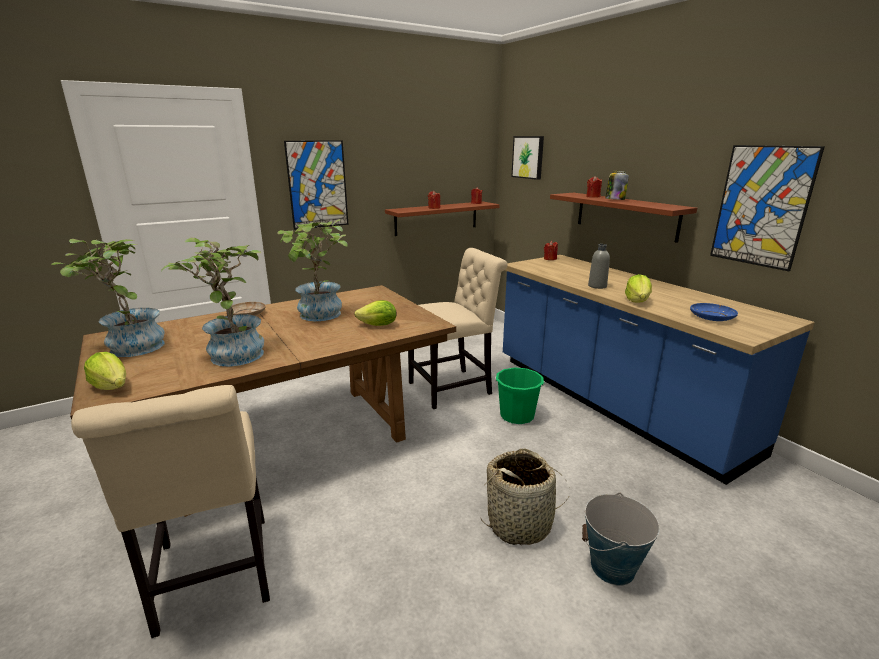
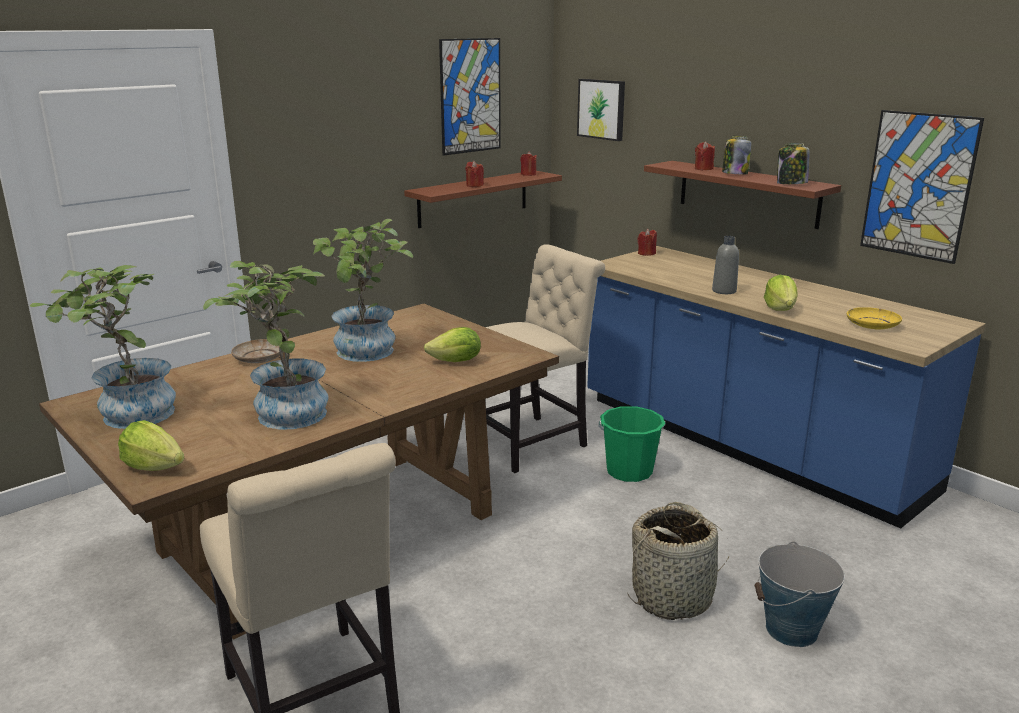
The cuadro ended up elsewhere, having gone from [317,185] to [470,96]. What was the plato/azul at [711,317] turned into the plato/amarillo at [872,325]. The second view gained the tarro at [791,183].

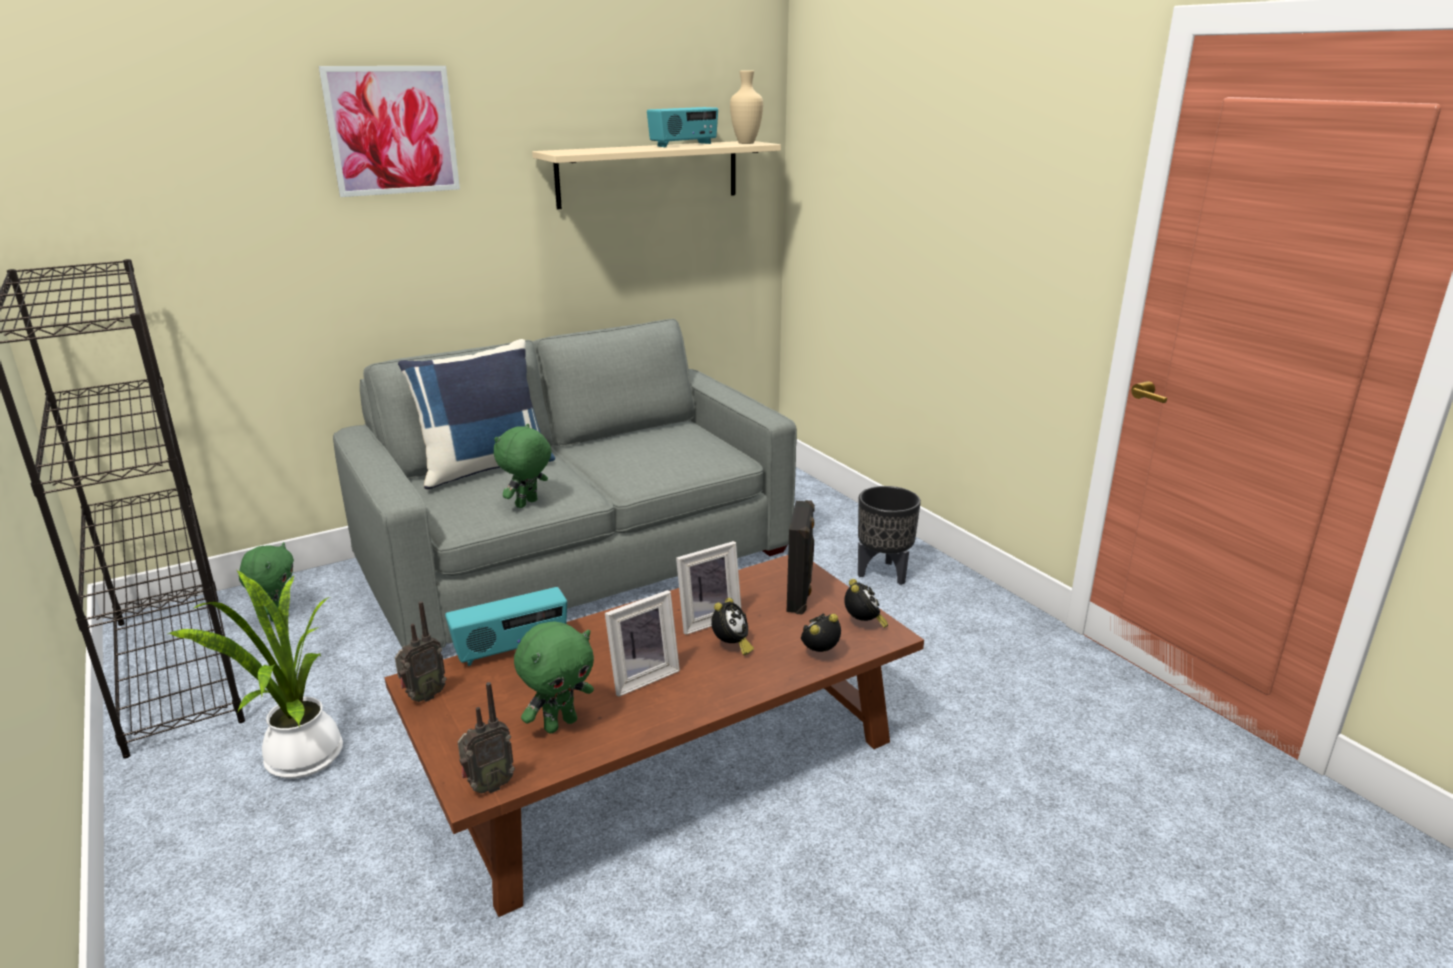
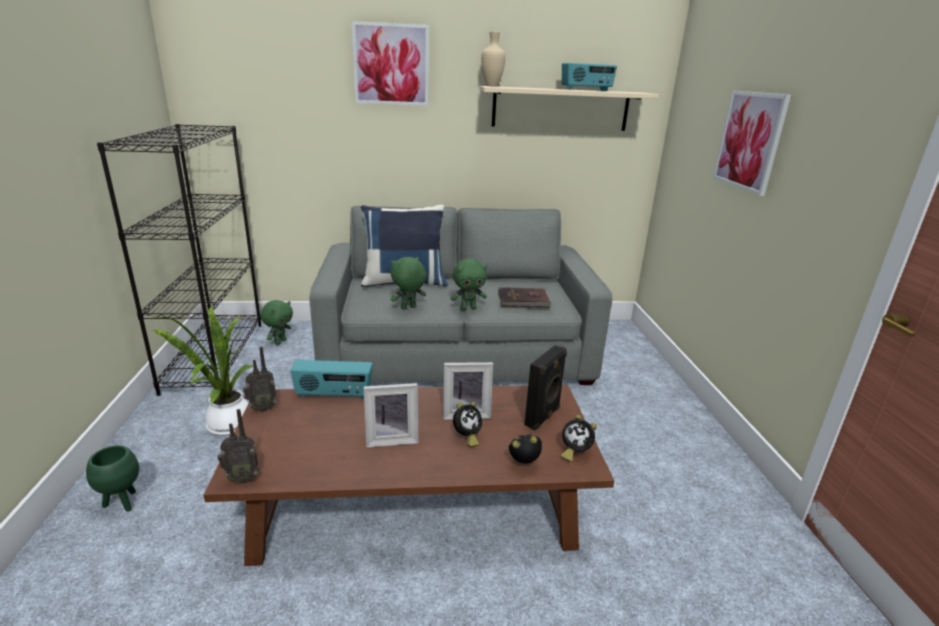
The peluche/verde ended up elsewhere, having gone from [560,724] to [468,308]. The florero/beis ended up elsewhere, having gone from [747,143] to [492,86]. The despertador at [863,624] ended up facing another way, 90 degrees clockwise from before. The second view lost the maceta/negro at [882,573]. The second view gained the maceta/verde at [122,503]. The second view gained the libro/marrón at [524,300]. The second view gained the cuadro at [749,141].

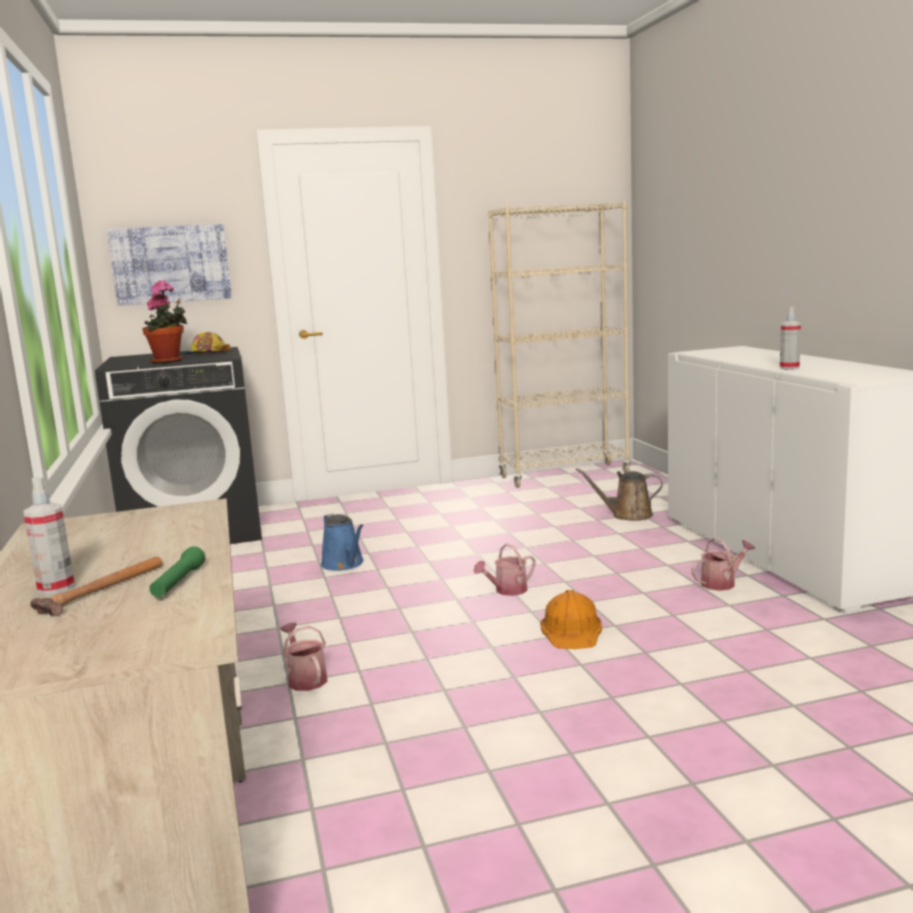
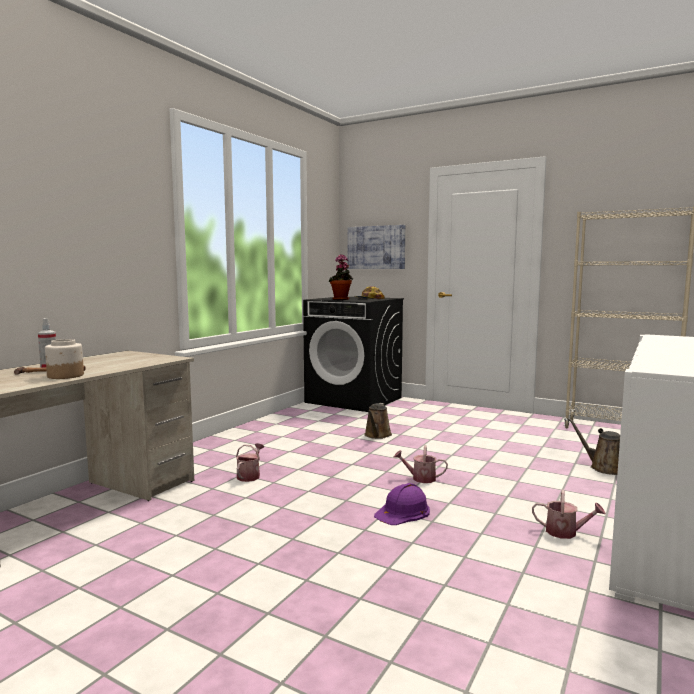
Where the linterna/verde stood at [178,582], the tarro came to stand at [65,376]. What was the regadera/azul at [344,564] turned into the regadera/marrón at [377,435]. What was the casco/naranja at [572,630] turned into the casco/morado at [403,512]. The second view lost the pulverizador at [789,368].

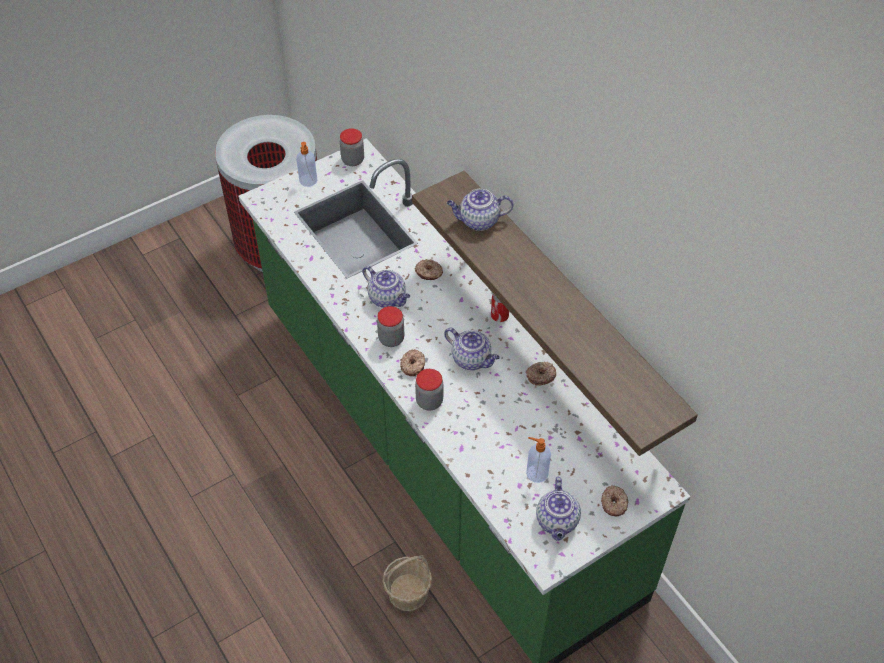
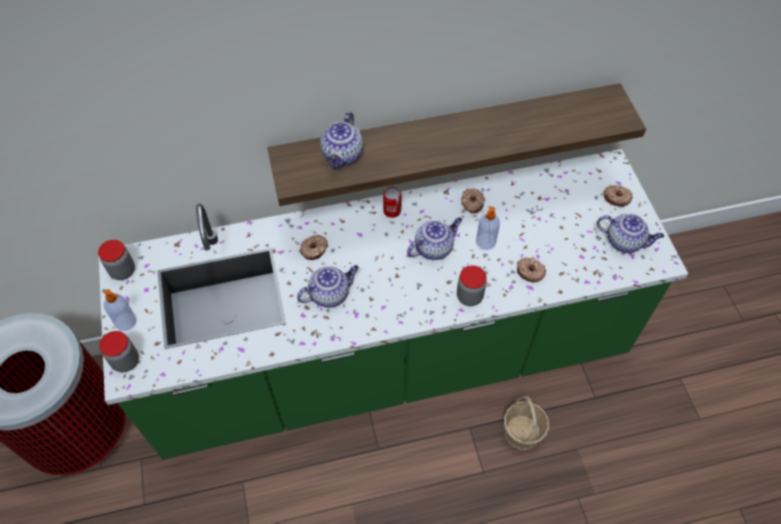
The tarro ended up elsewhere, having gone from [391,339] to [126,361]. The rosquilla ended up elsewhere, having gone from [413,365] to [530,272]. The dispensador de jabón ended up elsewhere, having gone from [536,473] to [485,242].

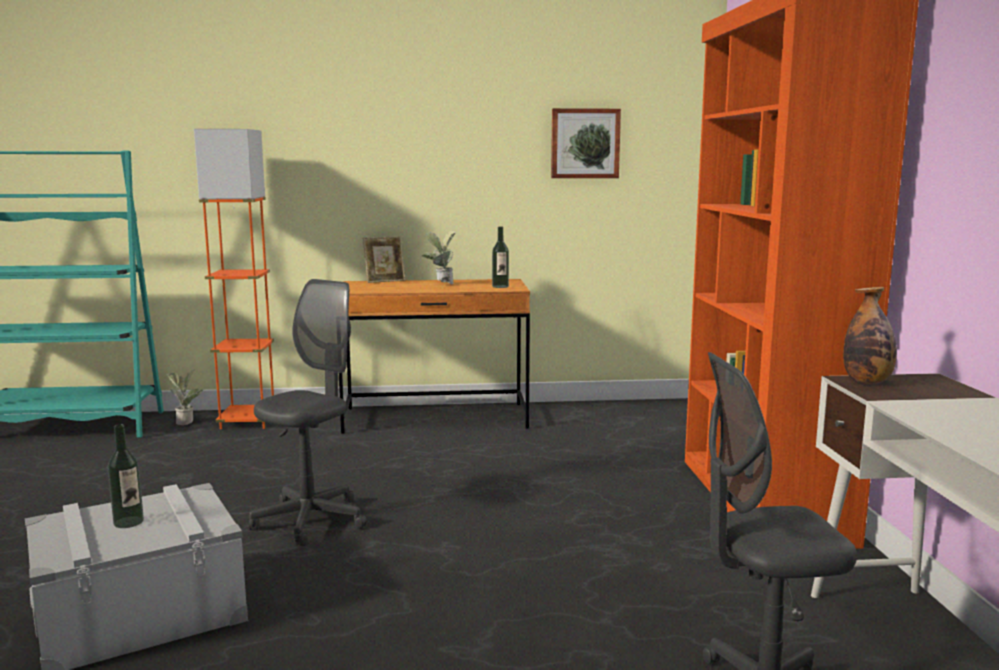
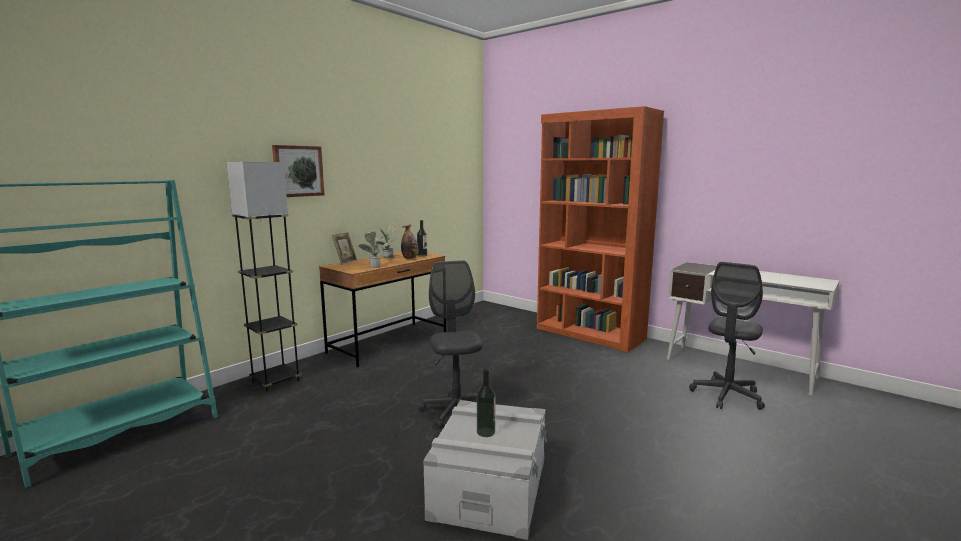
The planta en maceta ended up elsewhere, having gone from [188,421] to [374,266]. What was the lámpara de pie/naranja at [248,421] turned into the lámpara de pie/gris at [276,381]. The cuadro ended up elsewhere, having gone from [585,143] to [298,171]. The botella ended up elsewhere, having gone from [867,382] to [410,258].

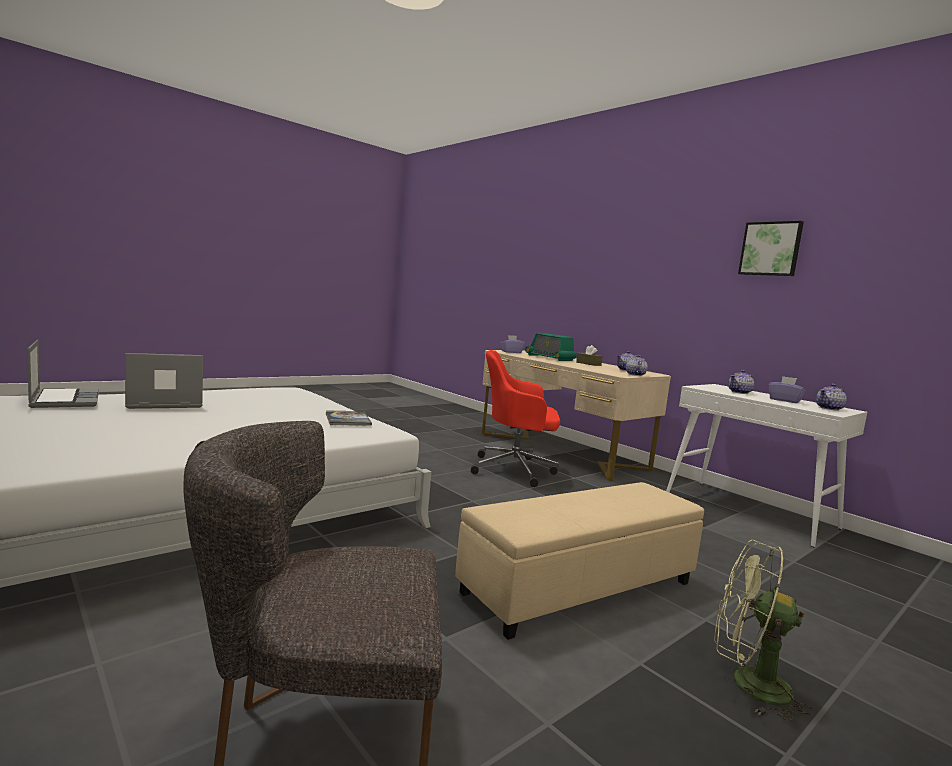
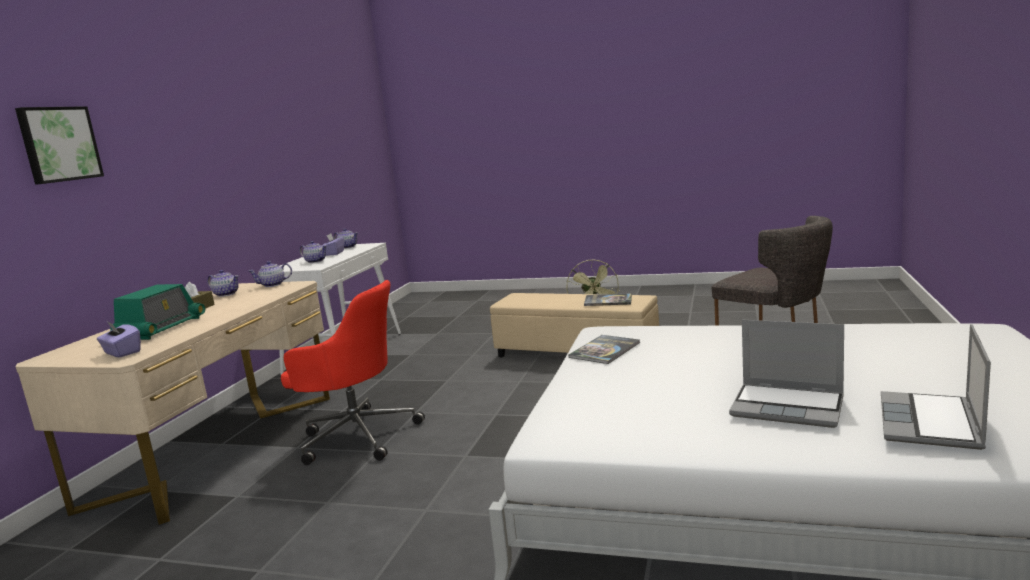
The silla de oficina/rojo at [515,469] ended up facing another way, 45 degrees counterclockwise from before. The cuadro ended up elsewhere, having gone from [770,249] to [58,144]. The second view gained the libro at [608,301].

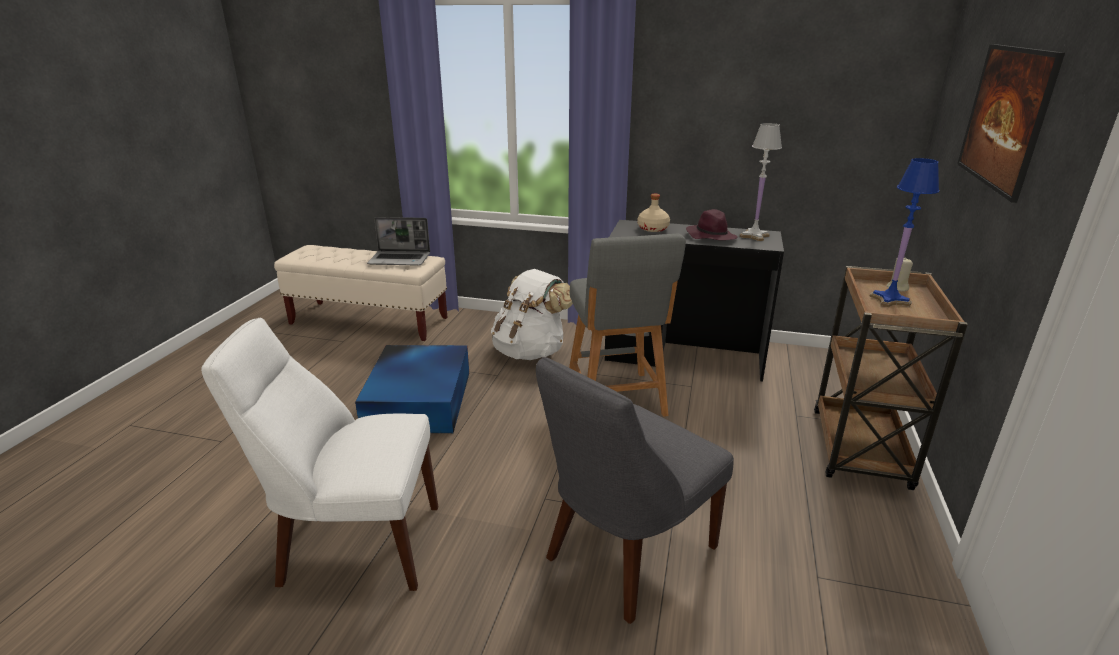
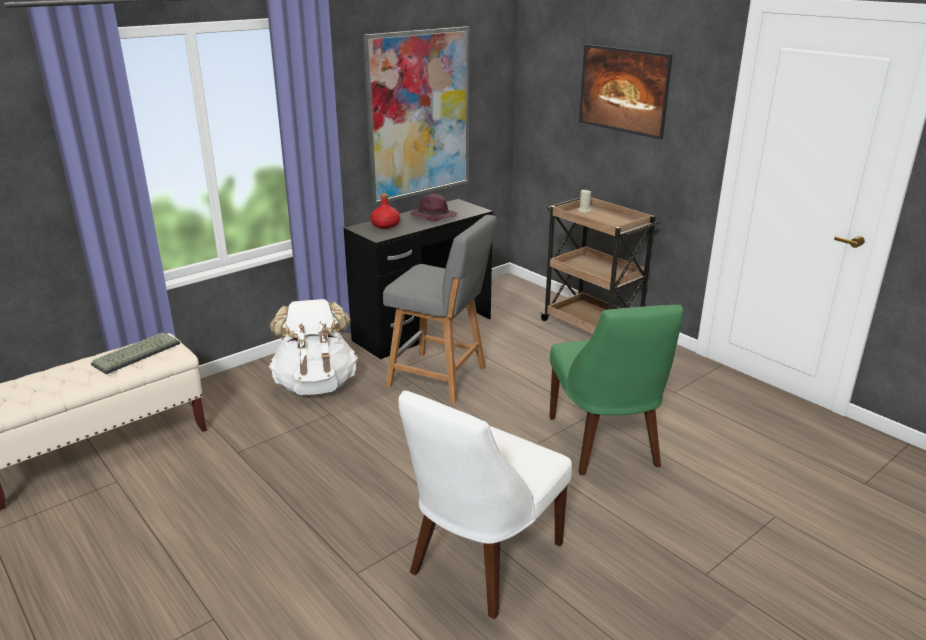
The second view lost the caja de almacenaje/azul at [420,399]. Where the portátil stood at [400,259], the teclado came to stand at [137,353]. What was the silla/gris at [625,555] turned into the silla/verde at [605,444]. What was the botella/beis at [652,228] turned into the botella/rojo at [385,225]. The second view lost the lámpara de mesa/blanco at [754,236]. The second view lost the lámpara de mesa/azul at [889,300]. The second view gained the cuadro at [419,115].

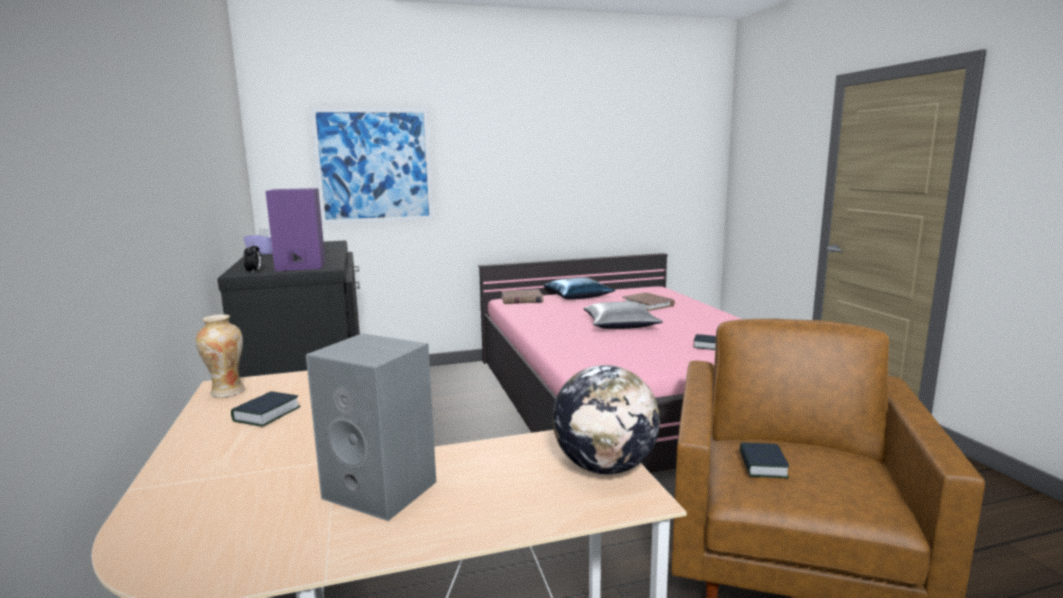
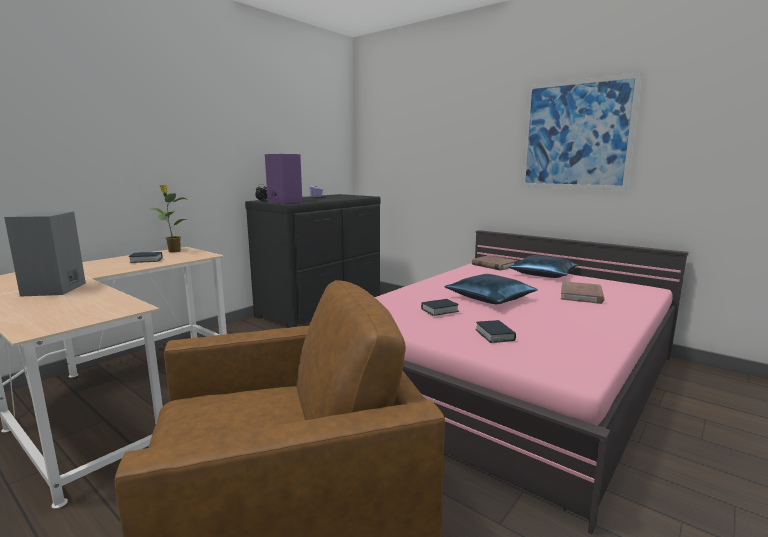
Where the florero stood at [227,391], the planta en maceta came to stand at [173,251]. The cuadro ended up elsewhere, having gone from [374,166] to [575,135]. The second view lost the globo terráqueo at [605,467]. What was the cojín/gris at [620,325] turned into the cojín/azul at [491,298]. The libro ended up elsewhere, having gone from [762,465] to [439,310].

